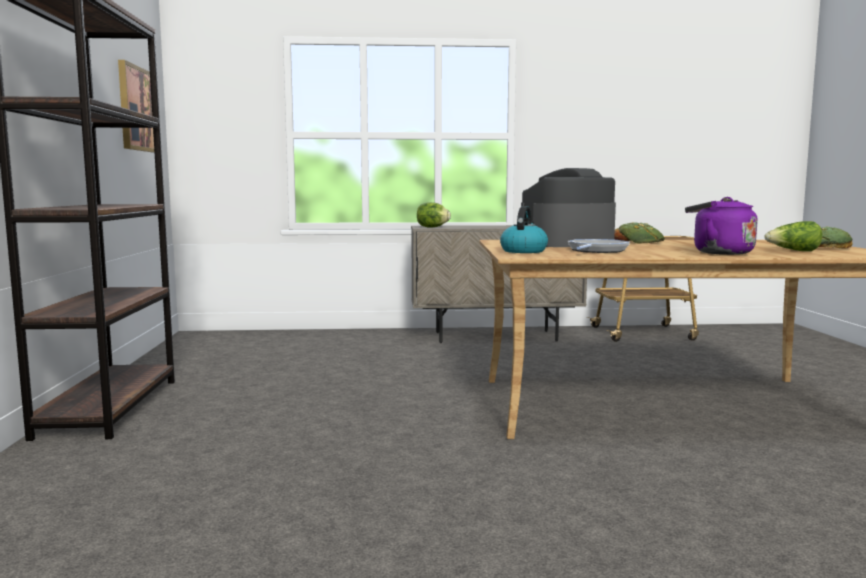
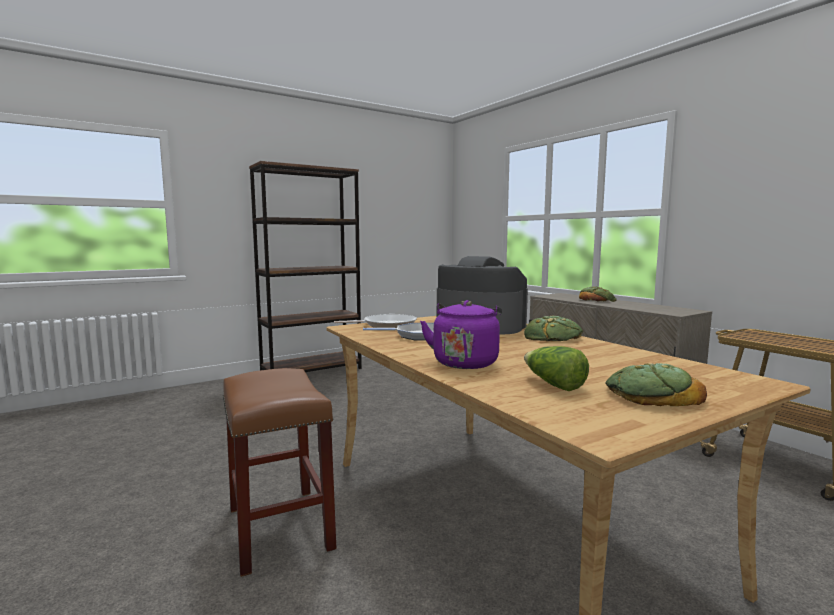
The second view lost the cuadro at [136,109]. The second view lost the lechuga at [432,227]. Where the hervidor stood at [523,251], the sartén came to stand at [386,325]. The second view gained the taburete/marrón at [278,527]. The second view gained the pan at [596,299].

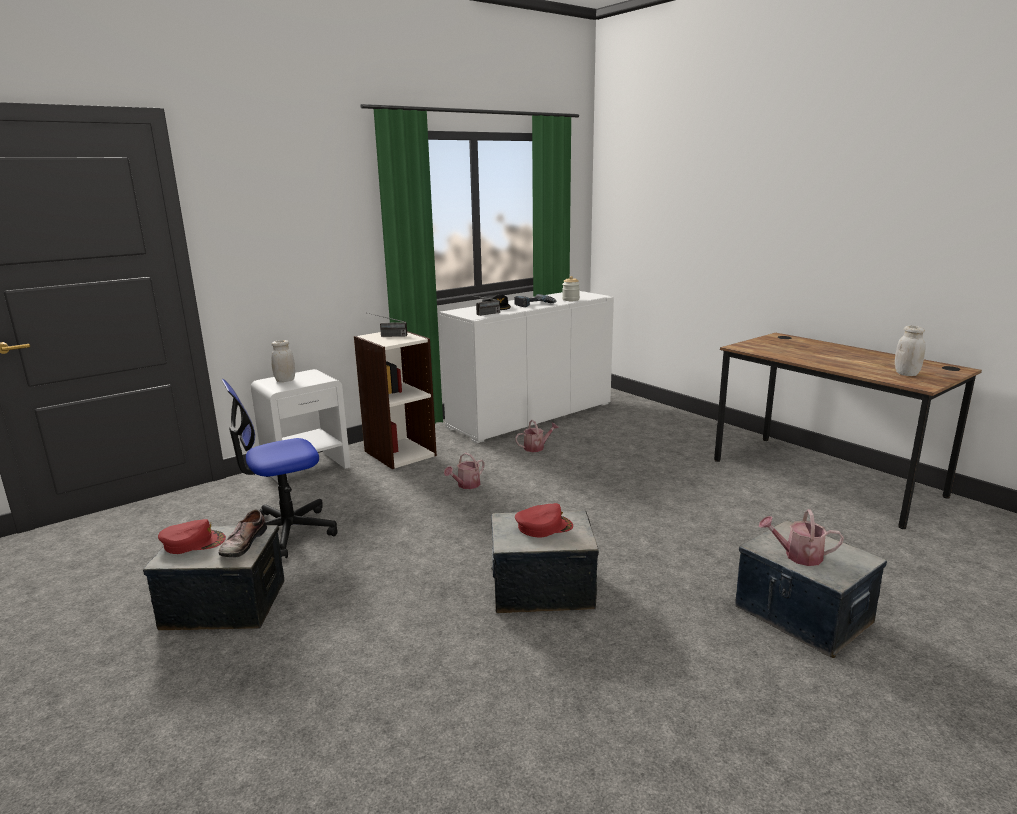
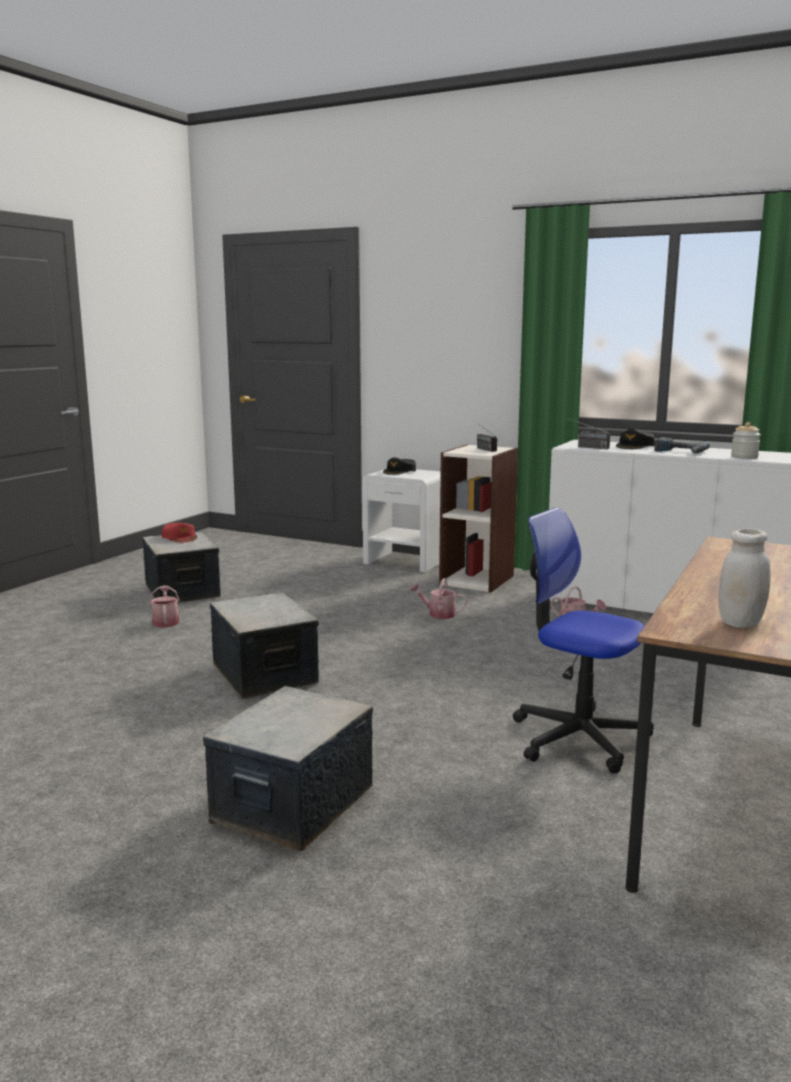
The second view lost the zapato at [242,543]. The silla de oficina ended up elsewhere, having gone from [286,532] to [578,738]. Where the tarro/blanco stood at [285,380], the gorra/negro came to stand at [400,471]. The second view lost the gorra/rojo at [543,526]. The regadera ended up elsewhere, having gone from [798,556] to [166,621].

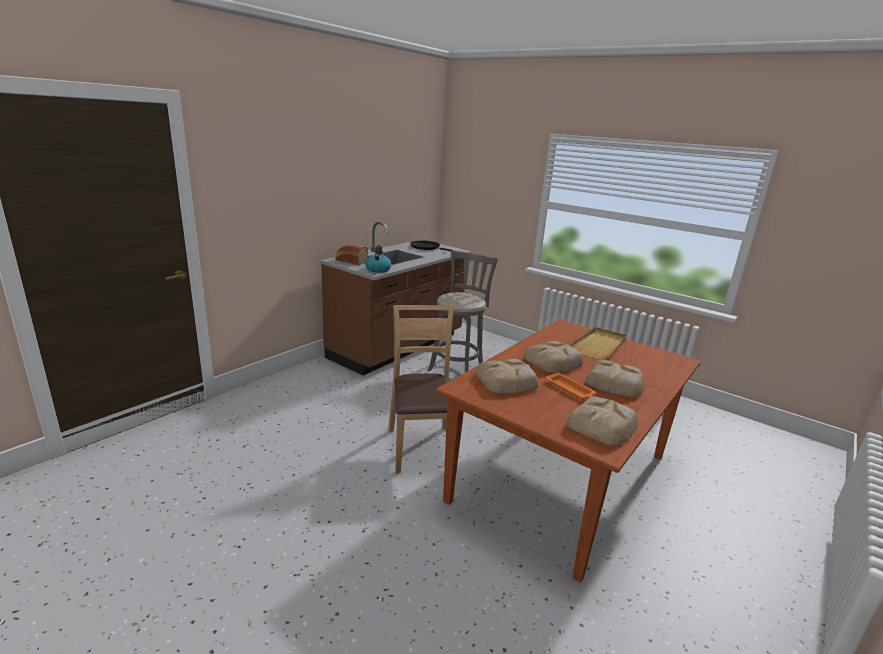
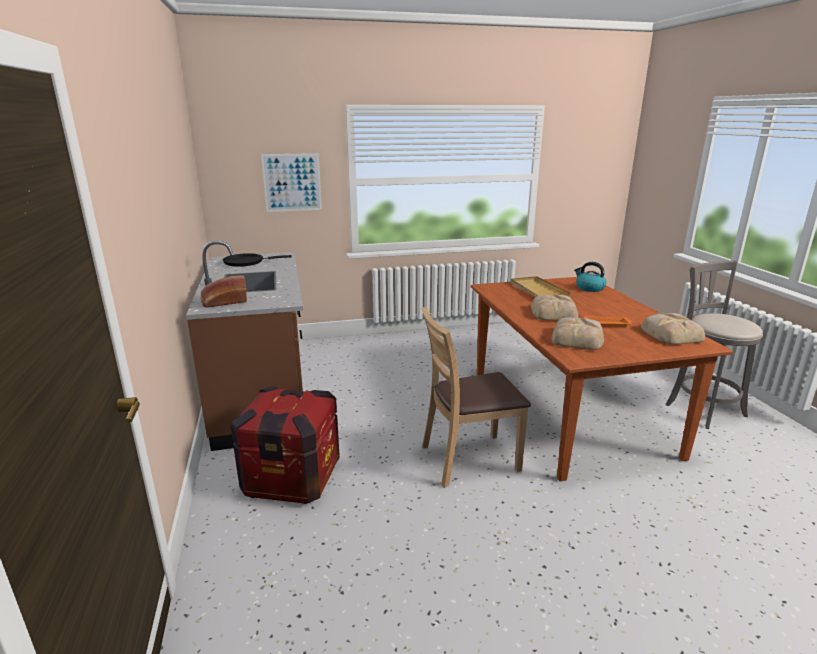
The hervidor ended up elsewhere, having gone from [378,269] to [589,288]. The silla/marrón at [421,447] ended up facing another way, 45 degrees counterclockwise from before. The taburete/gris ended up elsewhere, having gone from [457,367] to [702,408]. The second view lost the pan at [615,384]. The second view gained the caja de embalaje at [292,478]. The second view gained the cuadro at [292,182].

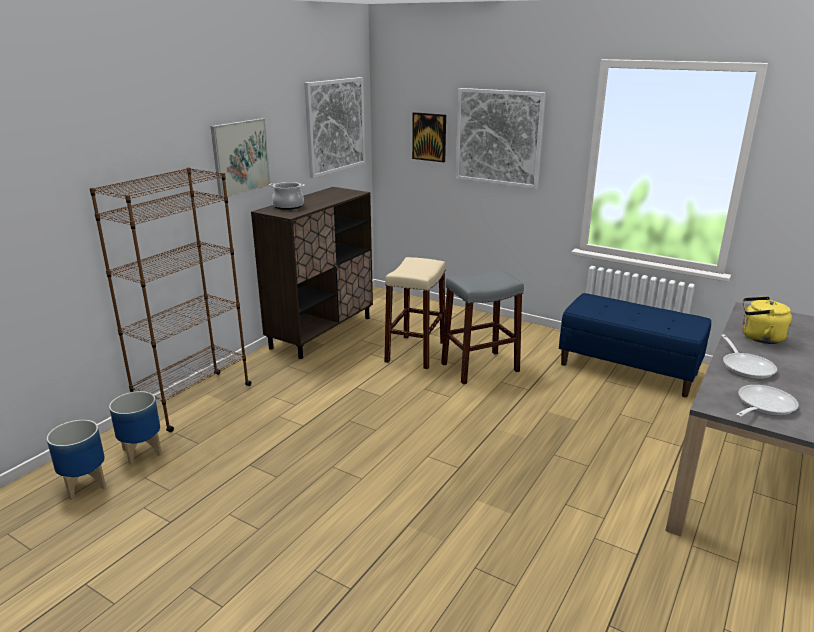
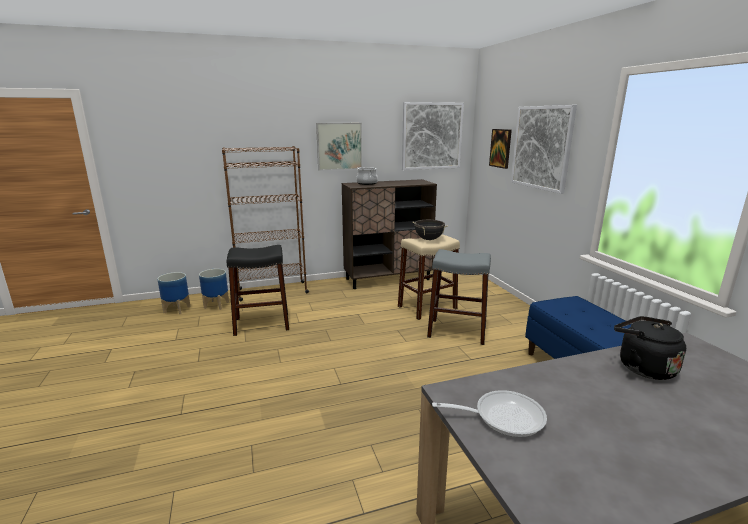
The second view lost the sartén at [746,366]. What was the hervidor/amarillo at [759,337] turned into the hervidor/negro at [642,367]. The second view gained the taburete/negro at [261,324]. The second view gained the olla/negro at [428,239].

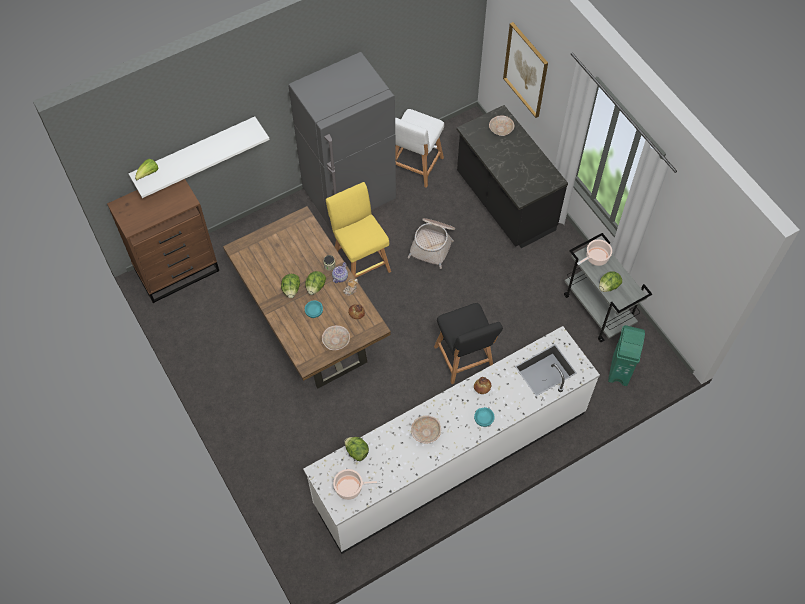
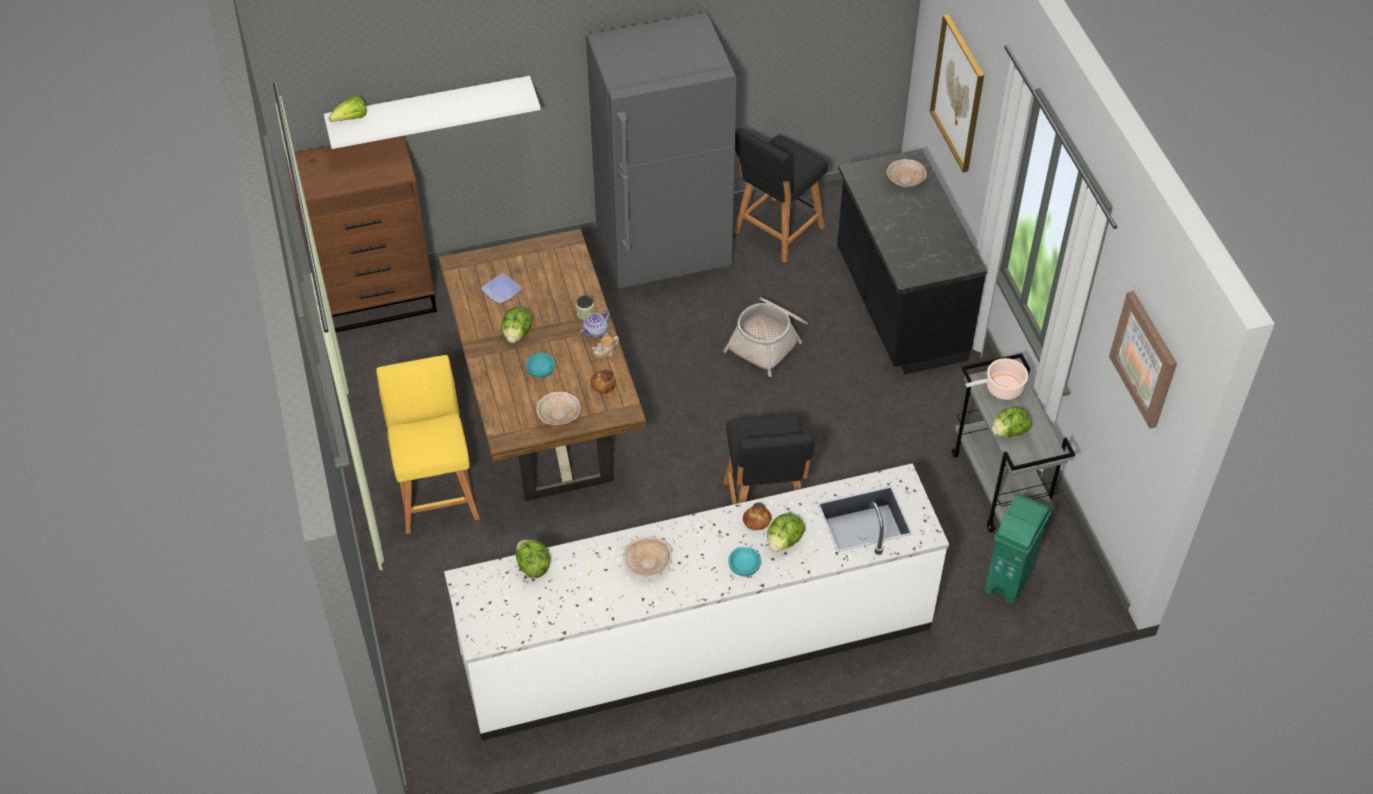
The lechuga ended up elsewhere, having gone from [315,287] to [784,541]. The taburete/amarillo ended up elsewhere, having gone from [360,262] to [436,493]. The second view lost the olla at [350,488]. What was the taburete/blanco at [415,167] turned into the taburete/negro at [776,232]. The second view gained the plato at [502,291]. The second view gained the cuadro at [1145,359].

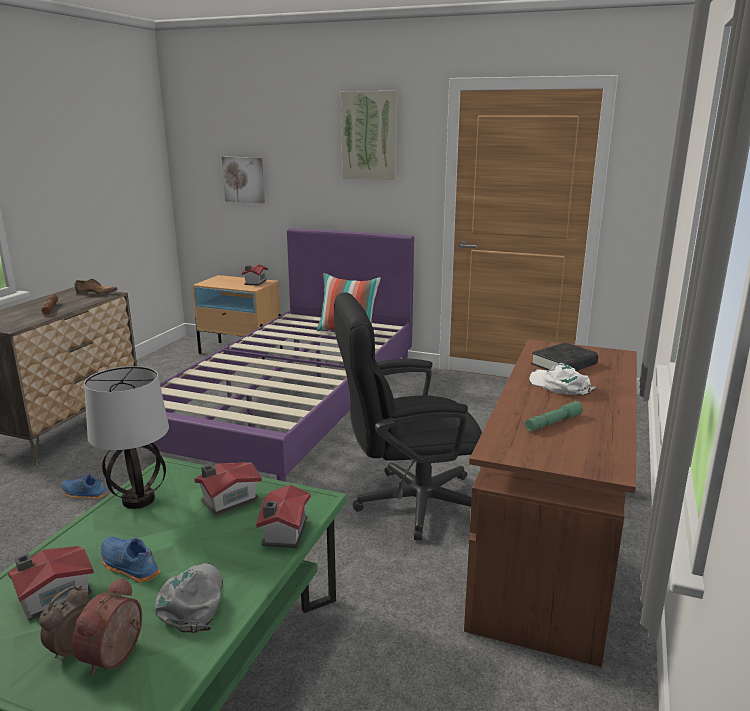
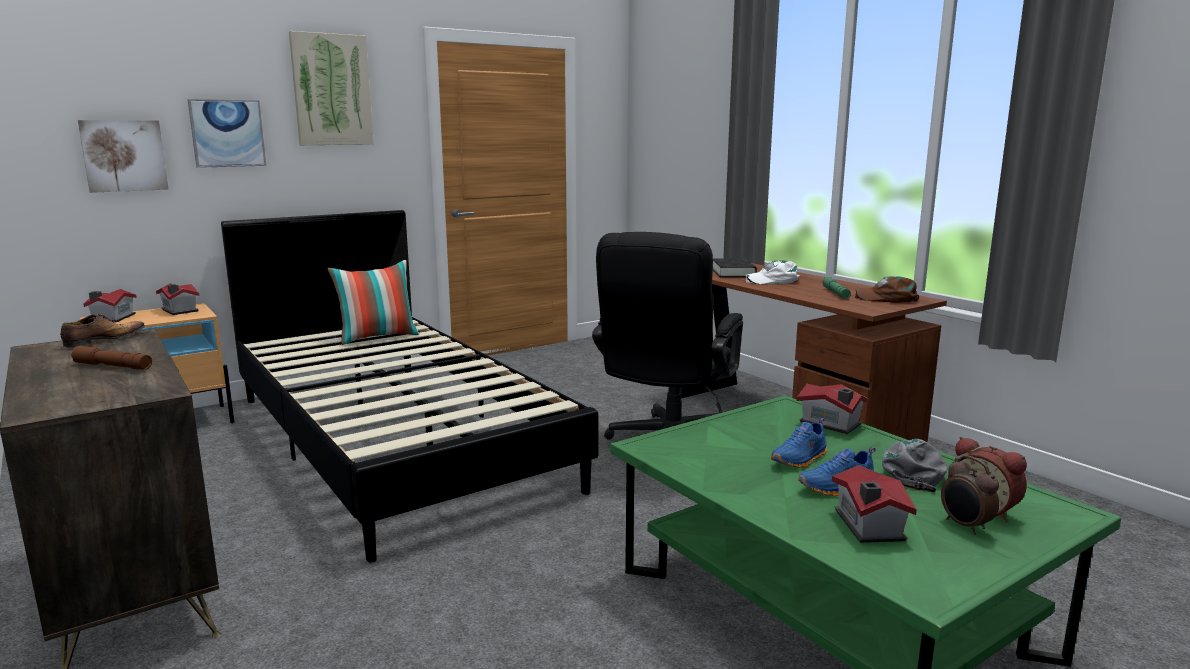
The zapato/azul ended up elsewhere, having gone from [84,494] to [800,459]. The second view lost the lámpara de mesa at [138,500]. What was the cama/morado at [292,409] turned into the cama/negro at [394,440]. The gorra/gris at [193,601] ended up facing another way, 90 degrees clockwise from before. The casita ended up elsewhere, having gone from [227,500] to [111,318]. The second view gained the cuadro at [227,133]. The second view gained the gorra/marrón at [887,298].

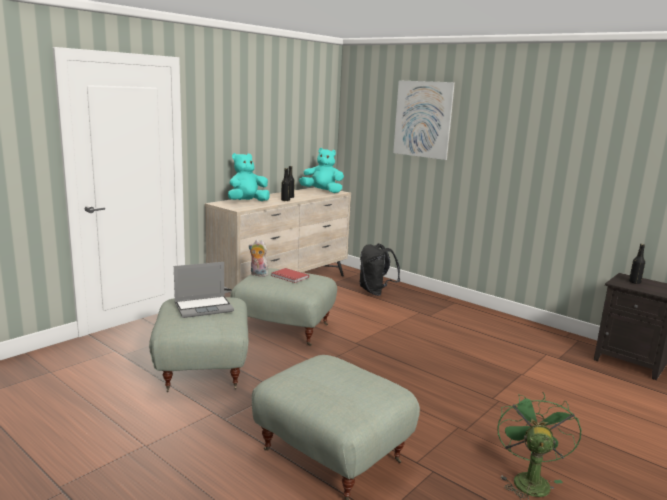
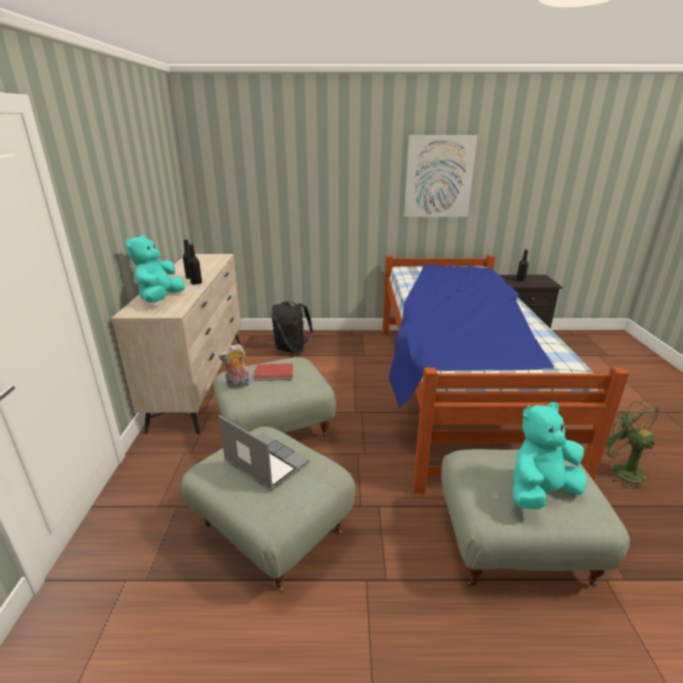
The portátil at [204,307] ended up facing another way, 75 degrees counterclockwise from before. The peluche/turquesa ended up elsewhere, having gone from [322,191] to [540,491]. The cuadro ended up elsewhere, having gone from [423,119] to [439,177]. The second view gained the cama at [455,390].

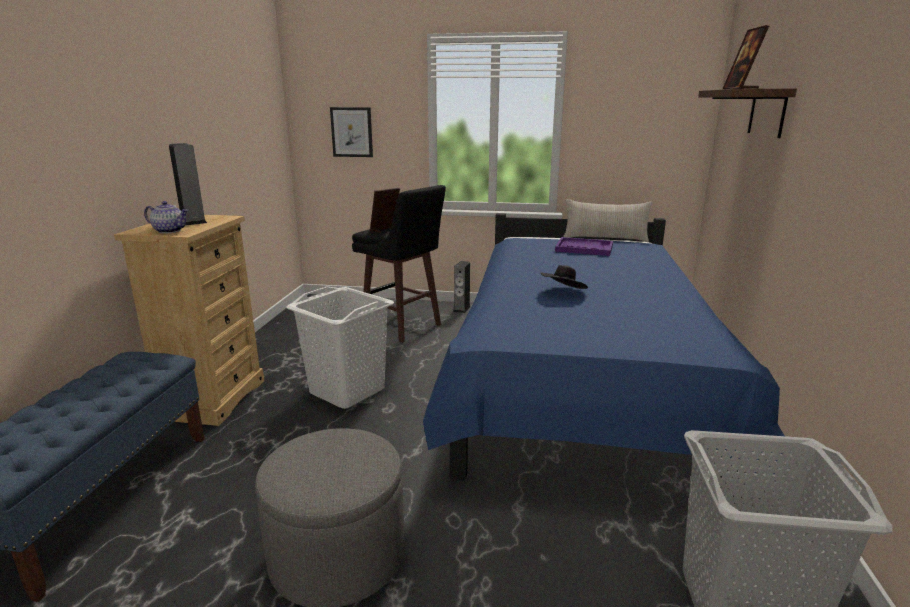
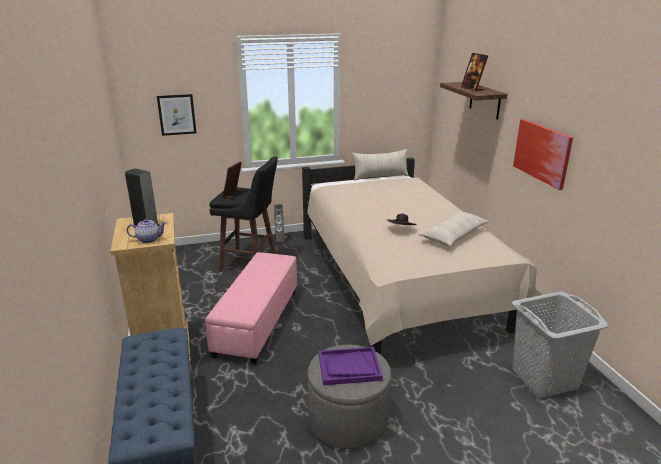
Where the cesto de la ropa/blanco stood at [347,390], the puf/rosa came to stand at [256,322]. What was the cama/azul at [577,385] turned into the cama/beis at [397,282]. The bandeja/morado ended up elsewhere, having gone from [584,248] to [349,367]. The second view gained the cojín/beis at [453,235]. The second view gained the cuadro at [542,152].

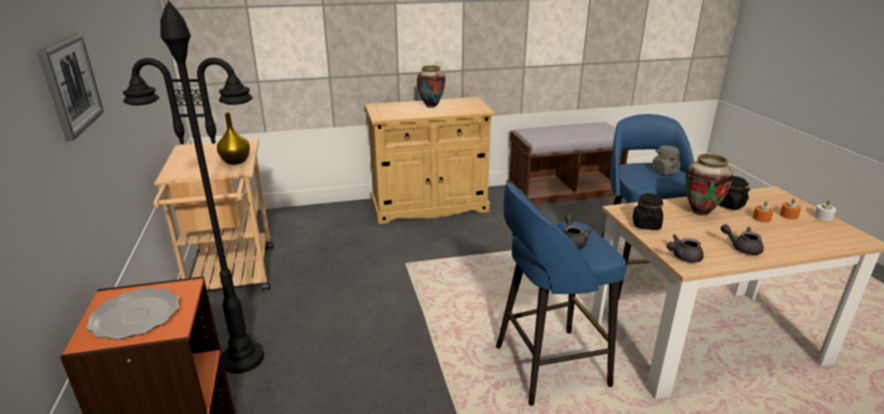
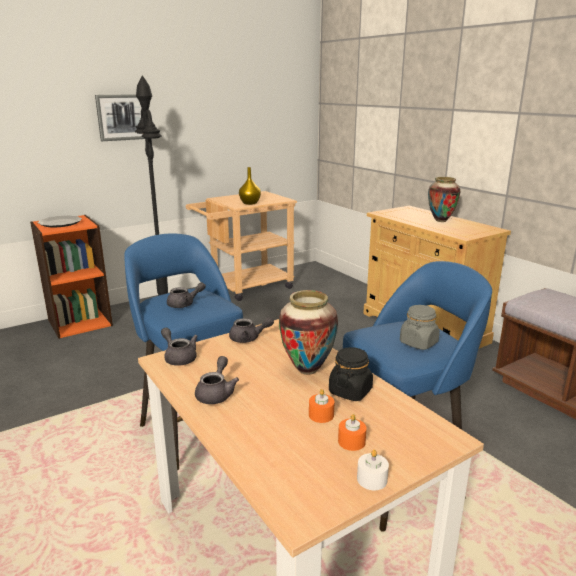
Where the tarro/negro stood at [646,225], the tetera/gris came to stand at [249,338].

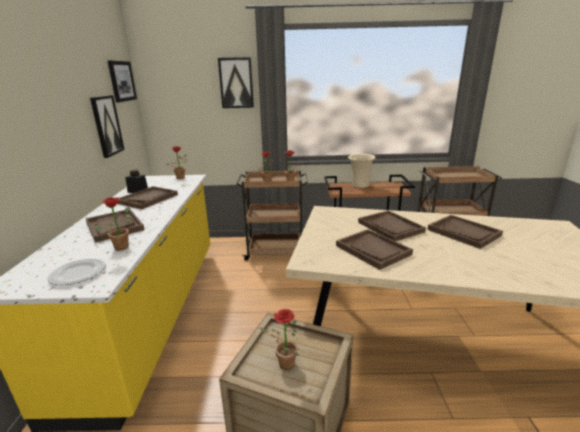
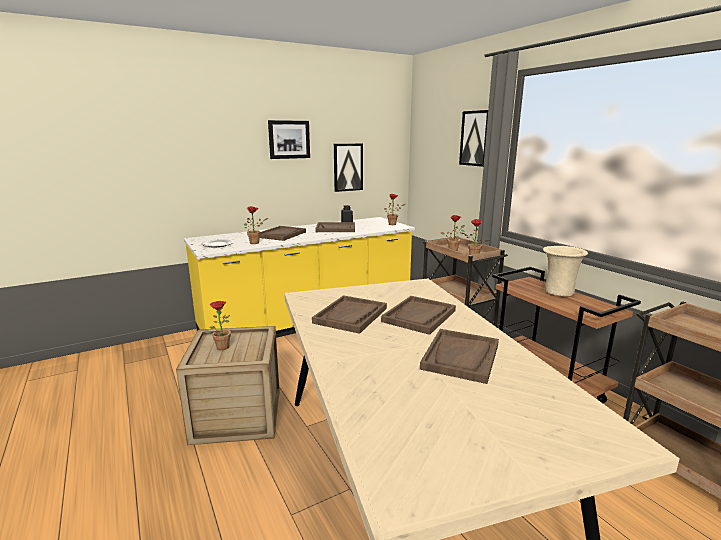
The cuadro ended up elsewhere, having gone from [121,81] to [289,139].

